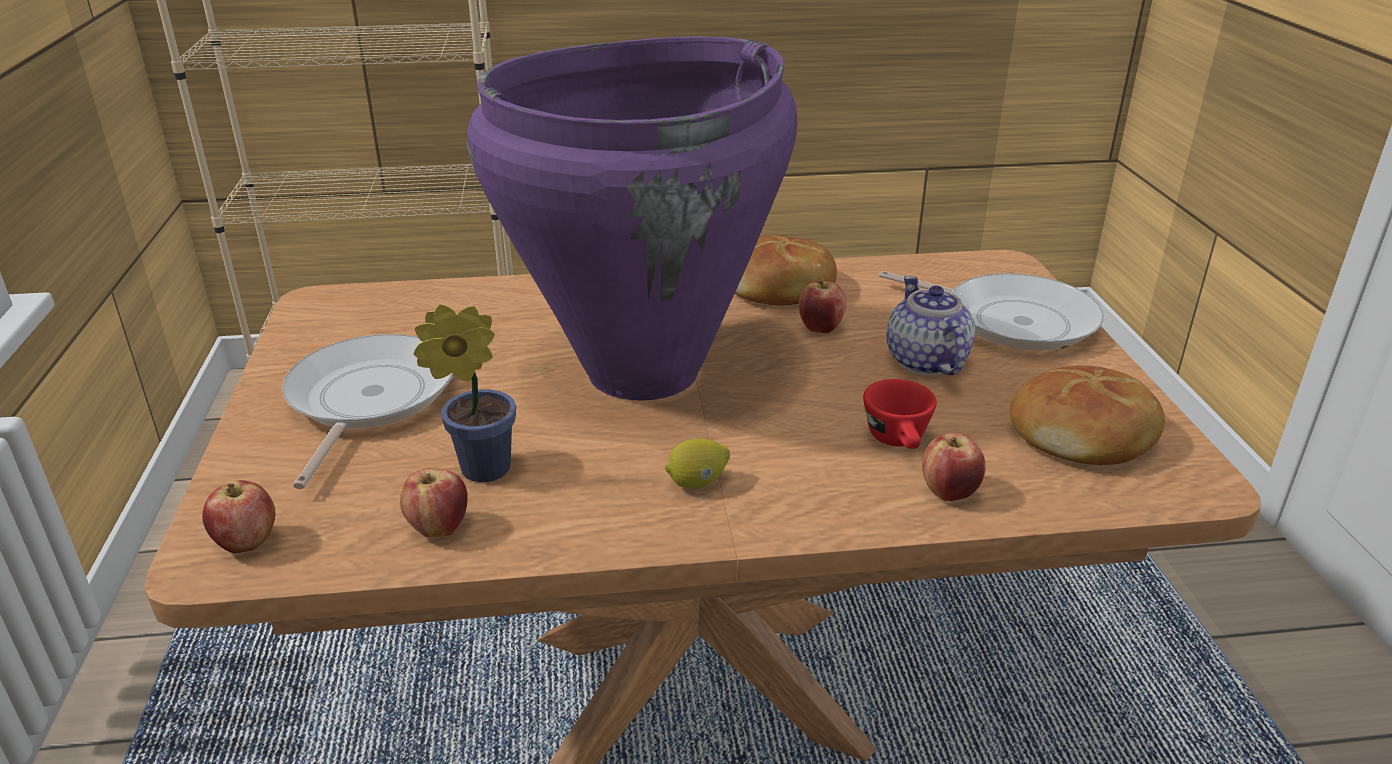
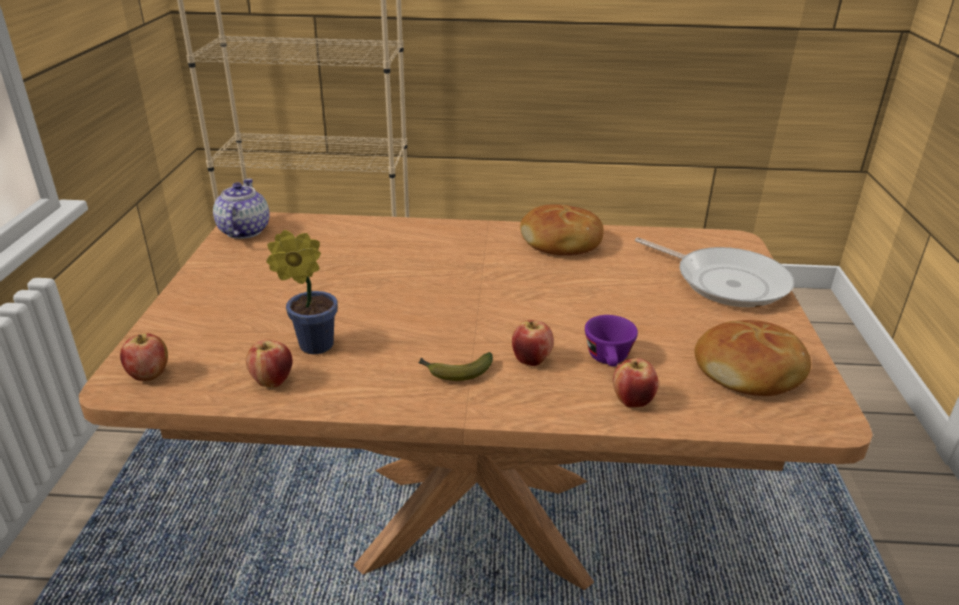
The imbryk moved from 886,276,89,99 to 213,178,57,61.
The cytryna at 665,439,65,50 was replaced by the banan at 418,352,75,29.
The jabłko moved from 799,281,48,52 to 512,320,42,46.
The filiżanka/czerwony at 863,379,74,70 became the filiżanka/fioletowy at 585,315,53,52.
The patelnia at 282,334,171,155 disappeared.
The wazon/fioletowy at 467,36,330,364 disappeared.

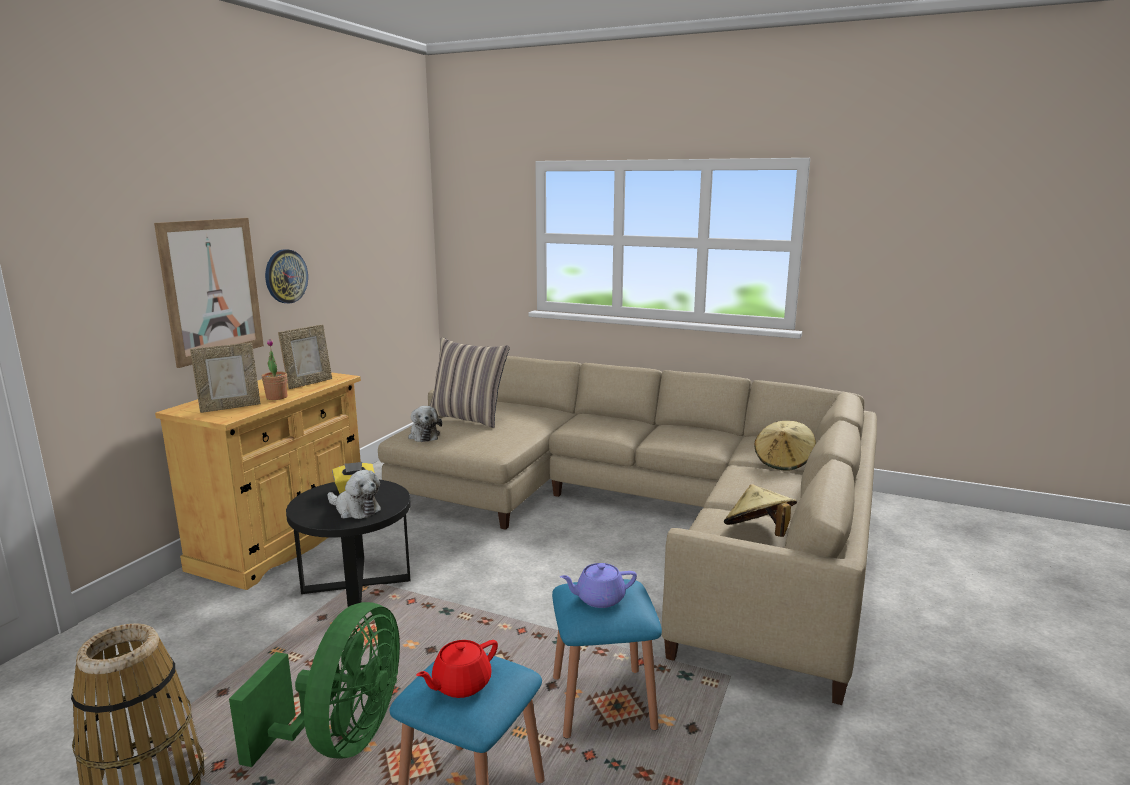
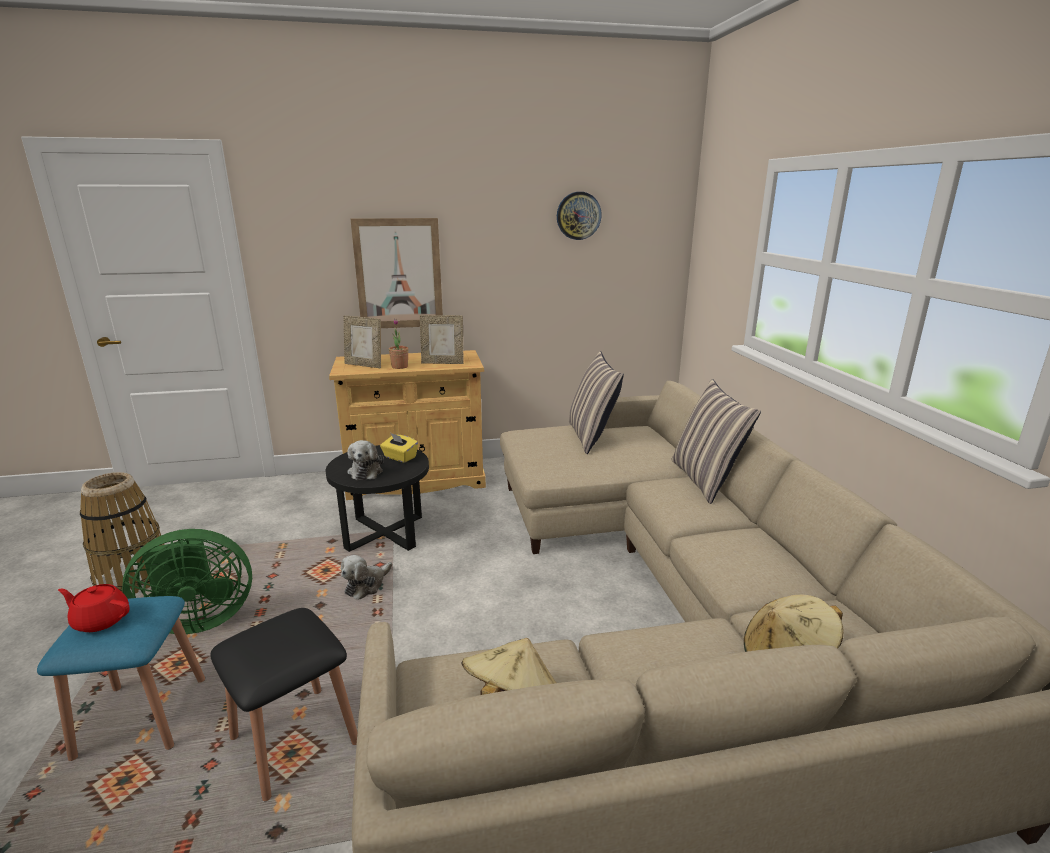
The stołek/niebieski at 552,579,110,160 became the stołek/czarny at 210,608,147,193.
The pluszak moved from 408,406,34,36 to 341,555,51,45.
The zegar ścienny moved from 265,249,43,55 to 557,192,45,48.
The poduszka at 671,379,90,125 appeared.
The imbryk/fioletowy at 560,563,77,45 disappeared.

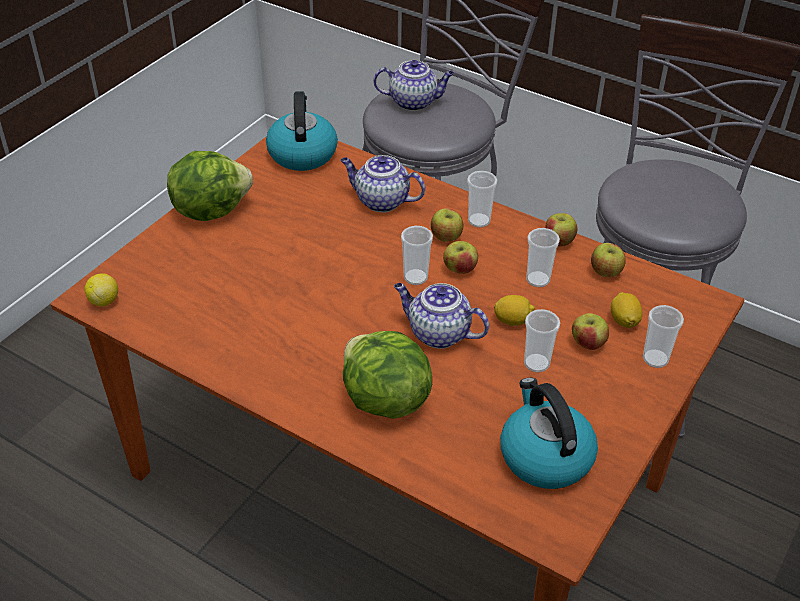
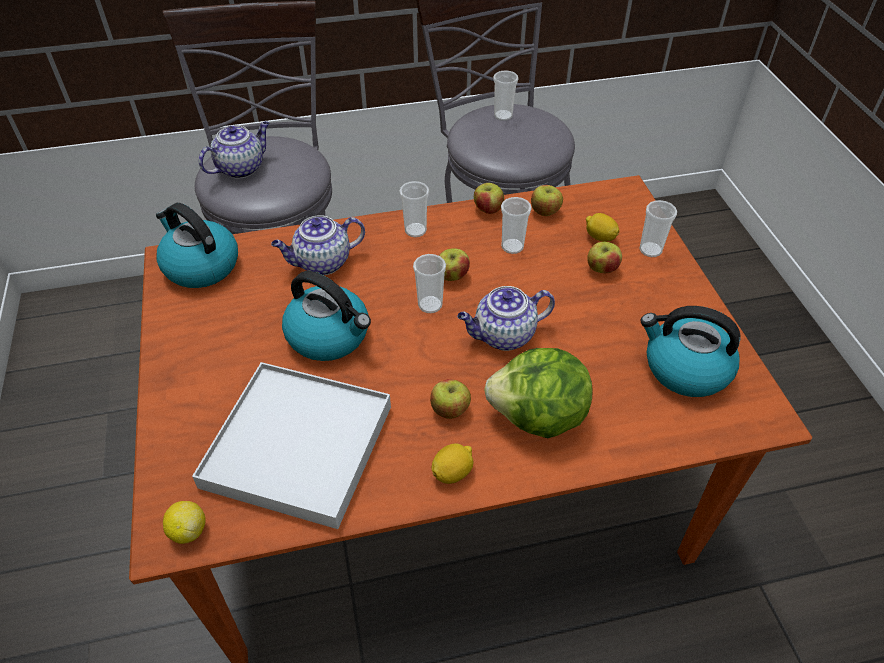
The taca/biały at 192,362,199,167 appeared.
The czajnik at 282,271,89,90 appeared.
The jabłko moved from 431,208,32,33 to 430,379,41,40.
The cytryna moved from 494,295,41,31 to 432,443,42,41.
The filiżanka moved from 524,309,36,64 to 493,70,26,51.
The sałata at 167,151,86,70 disappeared.

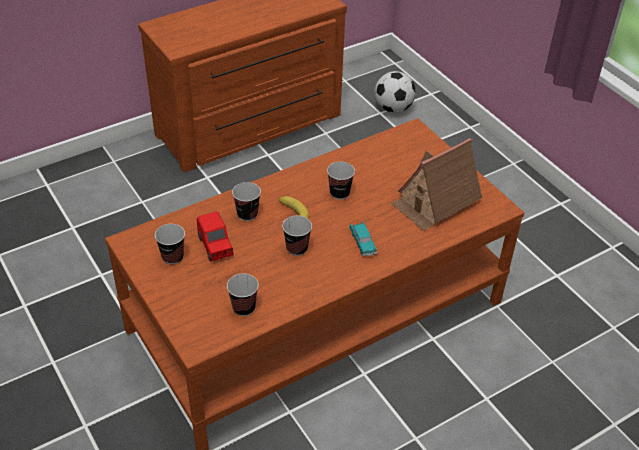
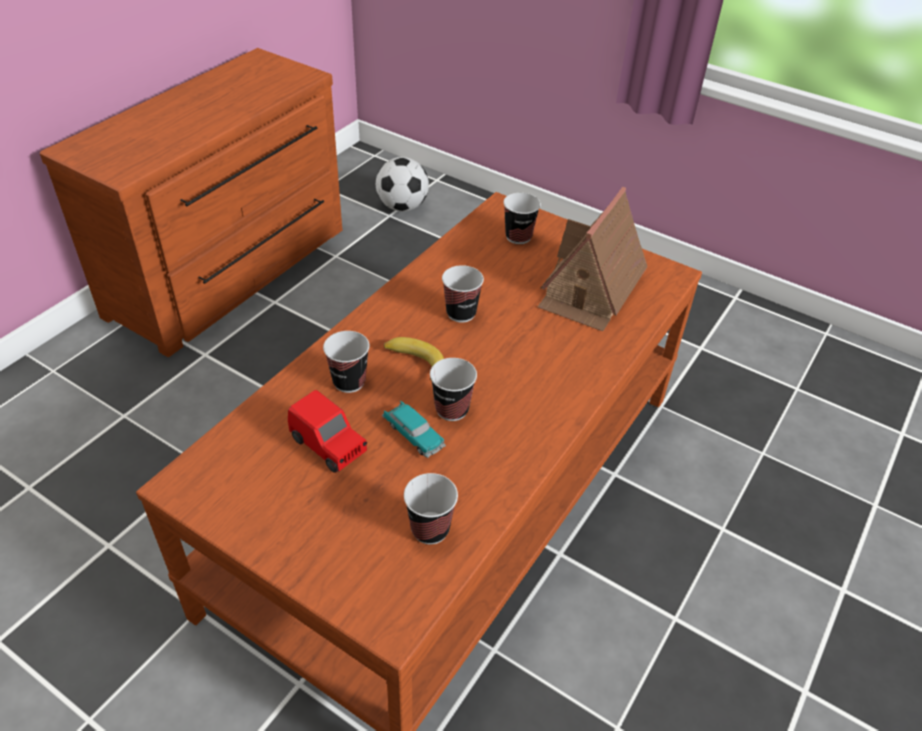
The samochodzik moved from 349,221,28,36 to 382,401,64,57.
The filiżanka moved from 155,224,30,41 to 503,193,38,51.

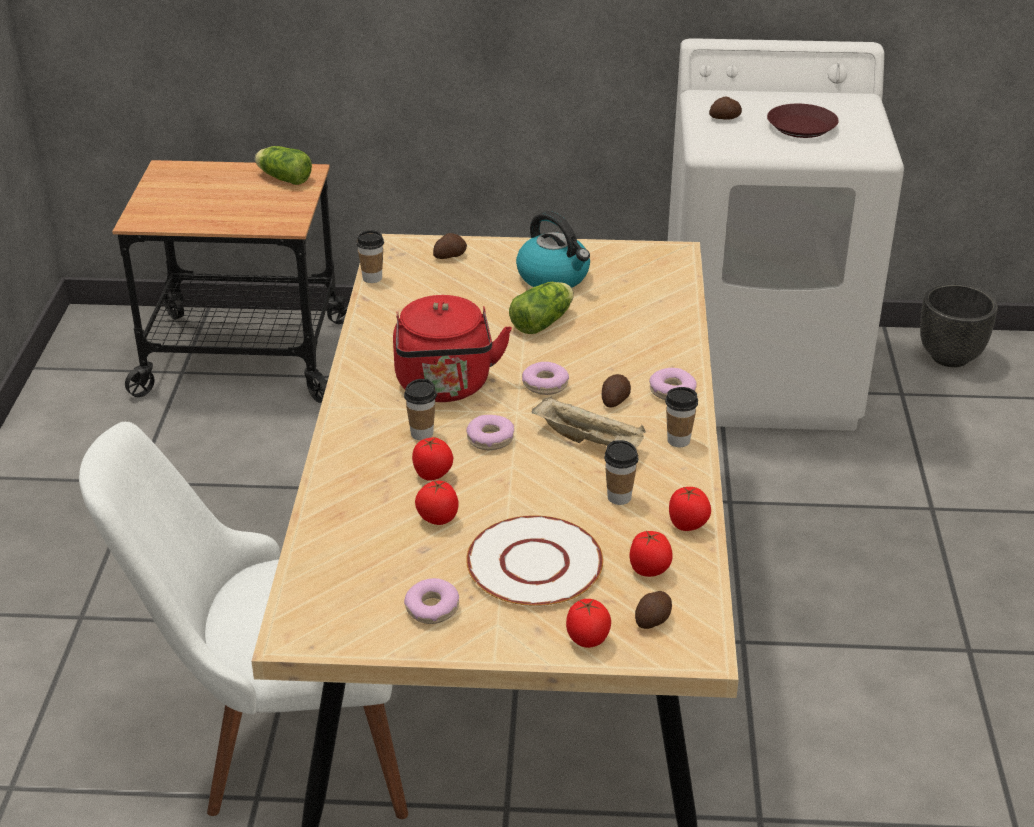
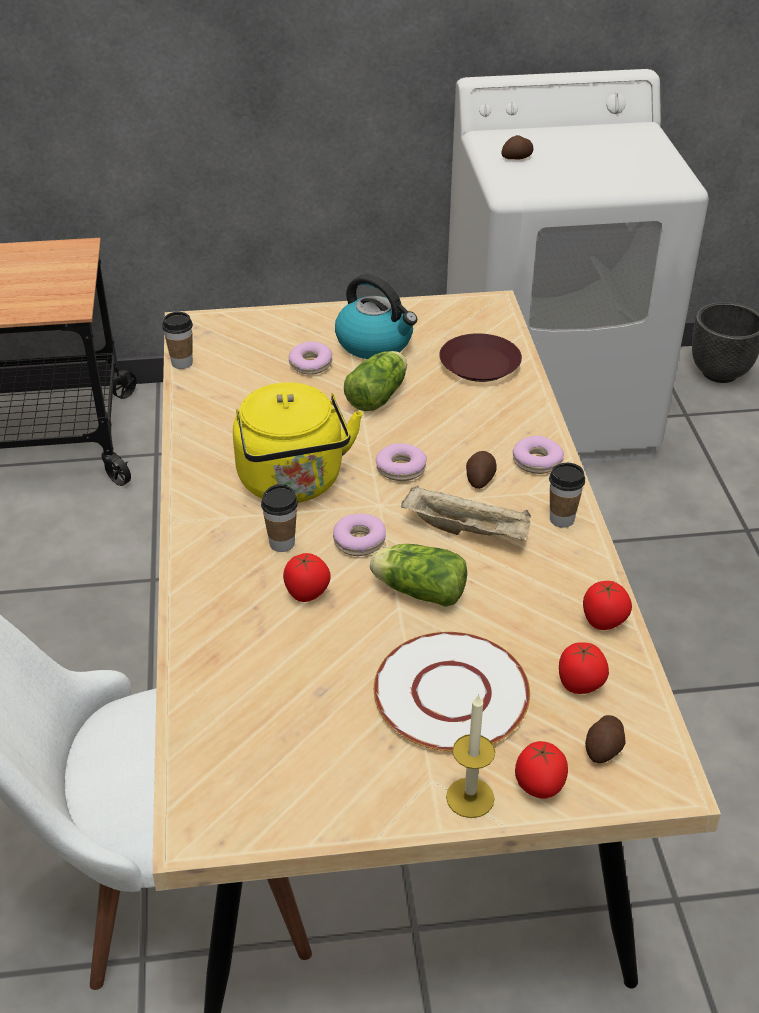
The czajnik/czerwony at 393,295,119,107 became the czajnik/żółty at 233,382,130,121.
The donut moved from 404,578,55,46 to 289,341,43,34.
The sałata moved from 255,146,57,39 to 370,544,97,63.
The talerz/brązowy moved from 767,104,72,34 to 439,333,83,49.
The świeca at 446,694,49,124 appeared.
The pomidor at 415,480,44,45 disappeared.
The ziemniak at 433,233,34,26 disappeared.
The filiżanka at 604,440,35,65 disappeared.

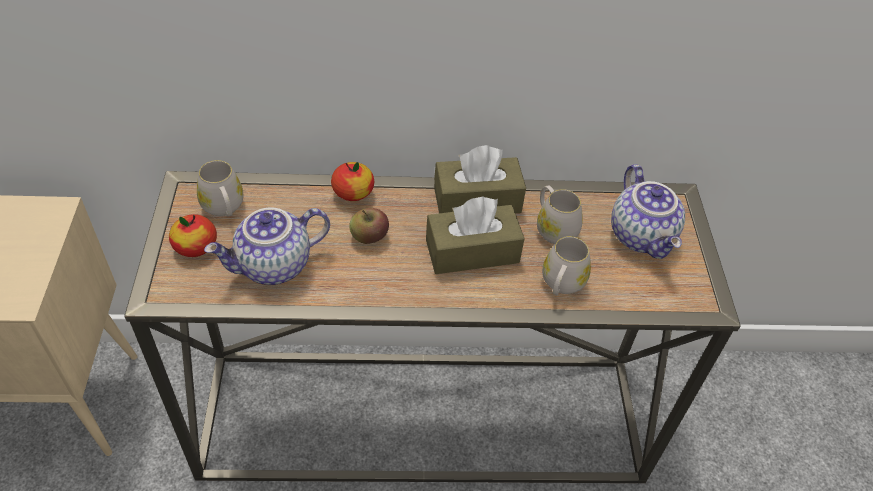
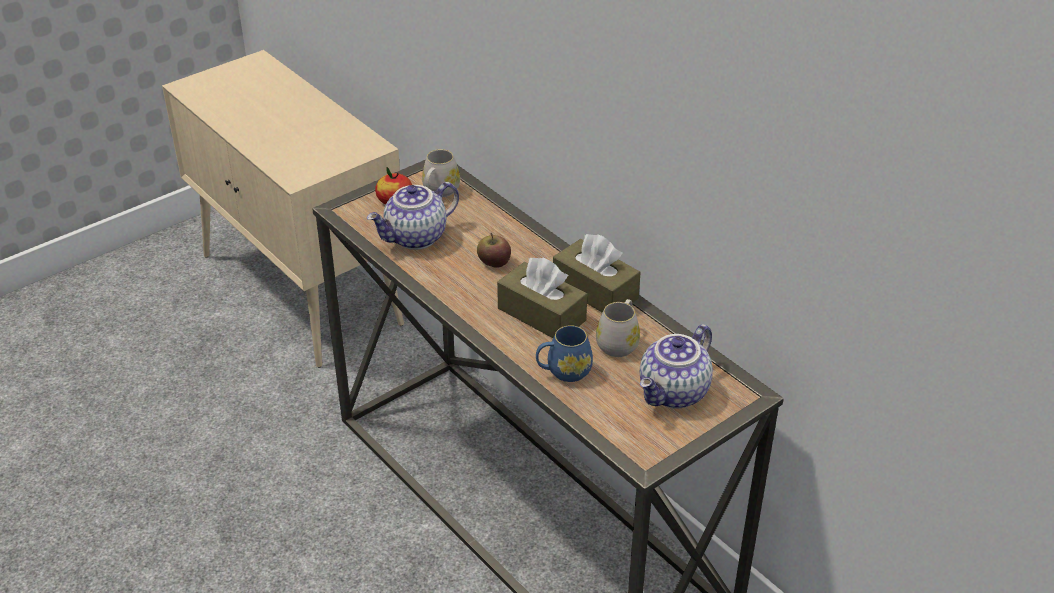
The imbryk at 204,207,126,78 turned 60 degrees counterclockwise.
The kubek/biały at 542,236,49,59 became the kubek/niebieski at 536,325,57,57.
The jabłko at 331,162,43,39 disappeared.

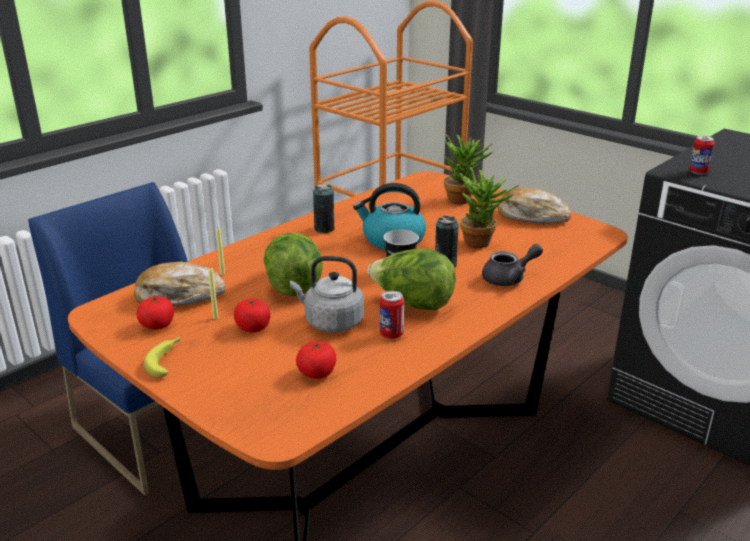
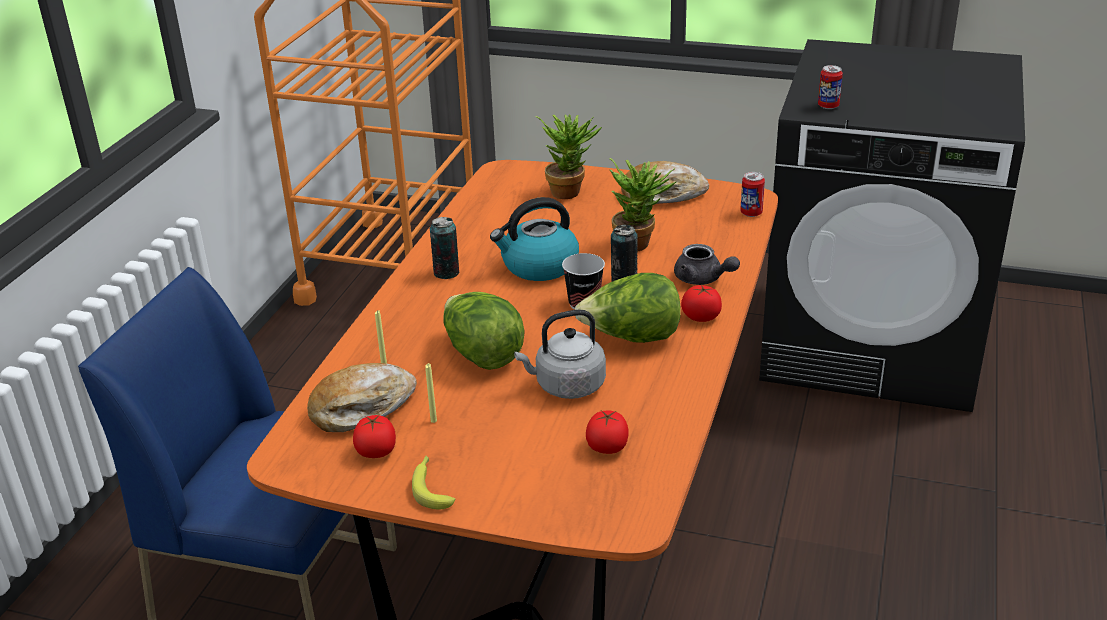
The imbryk/szary at 482,244,61,42 turned 90 degrees clockwise.
The pomidor moved from 234,298,36,35 to 681,285,41,37.
The puszka moved from 380,291,24,48 to 740,172,25,45.

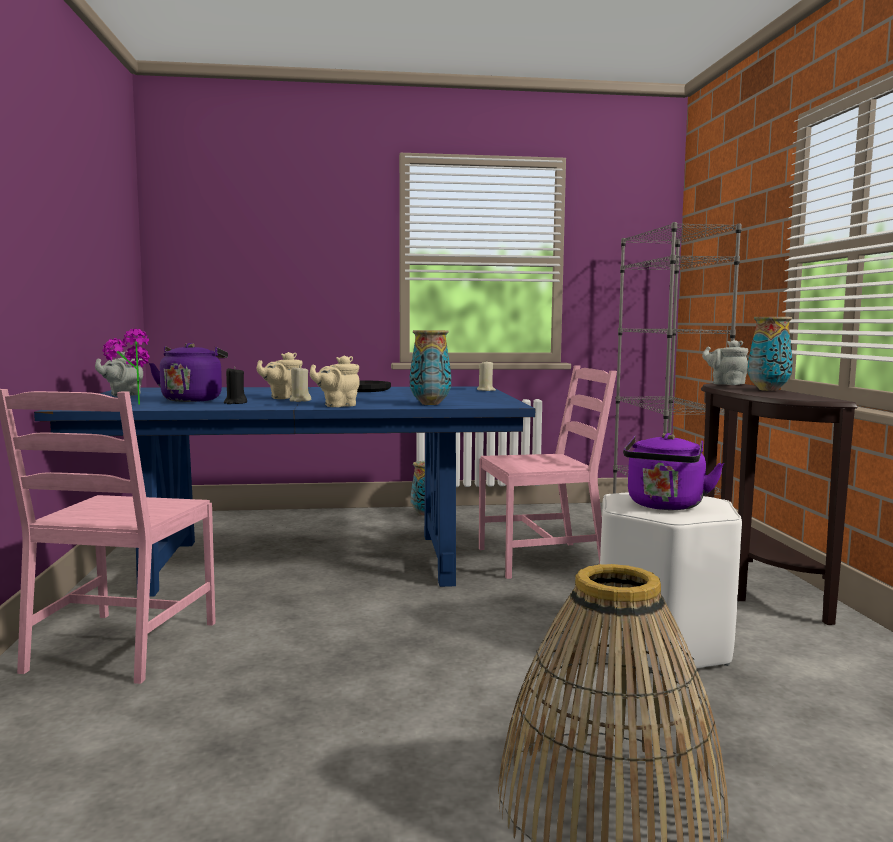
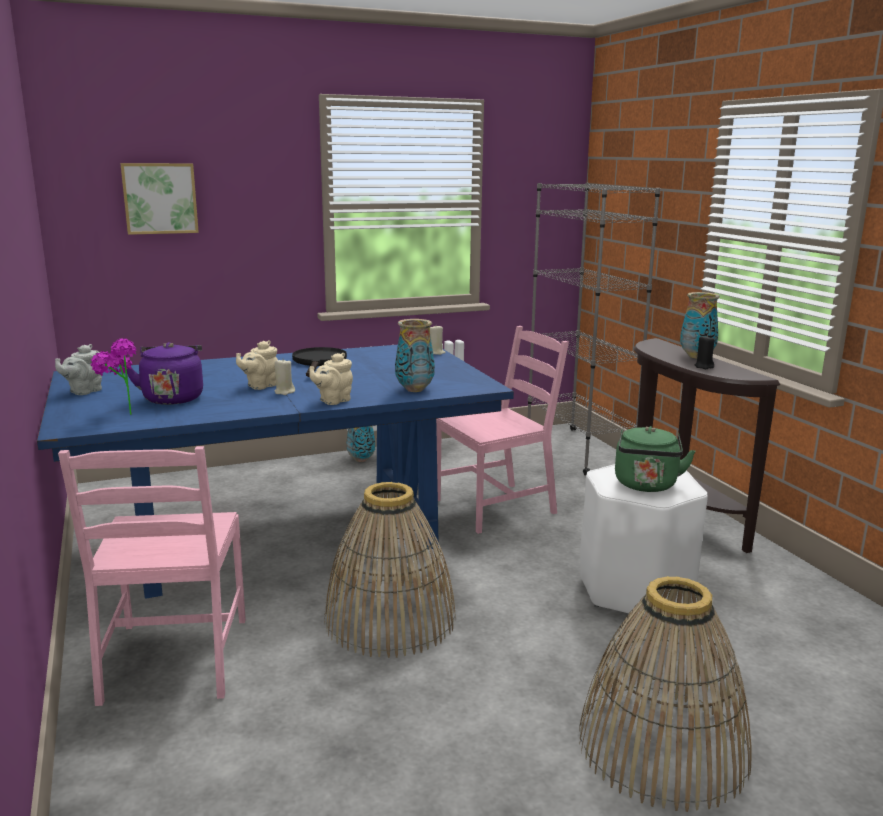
The obraz at 120,163,79,72 appeared.
The koszyk at 324,482,132,176 appeared.
The czajnik/fioletowy at 623,433,101,77 became the czajnik/zielony at 615,426,81,66.
The świeca/czarny moved from 224,366,23,38 to 694,335,20,34.
The imbryk/szary at 702,340,46,45 disappeared.

